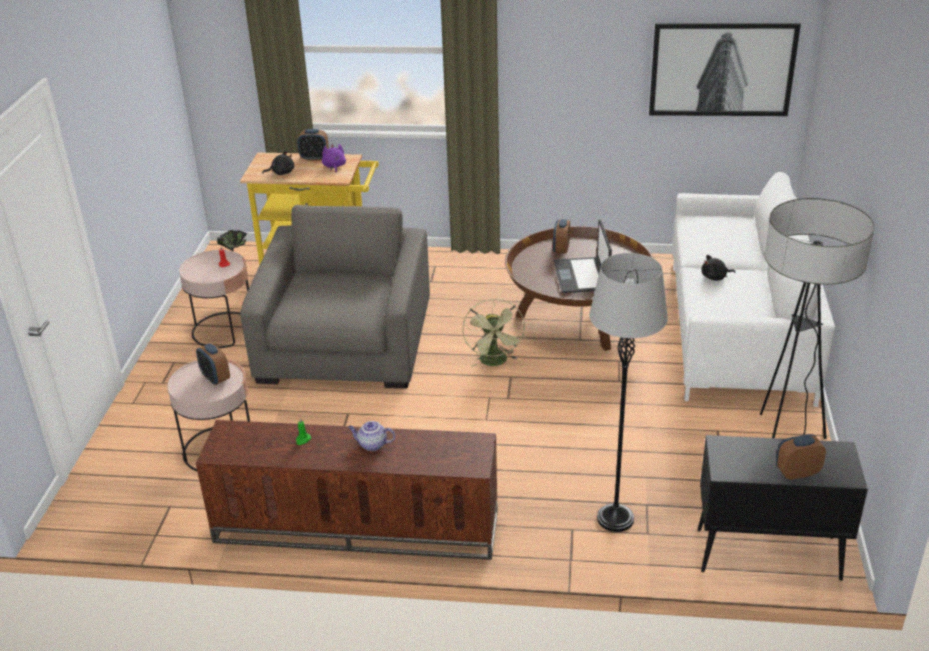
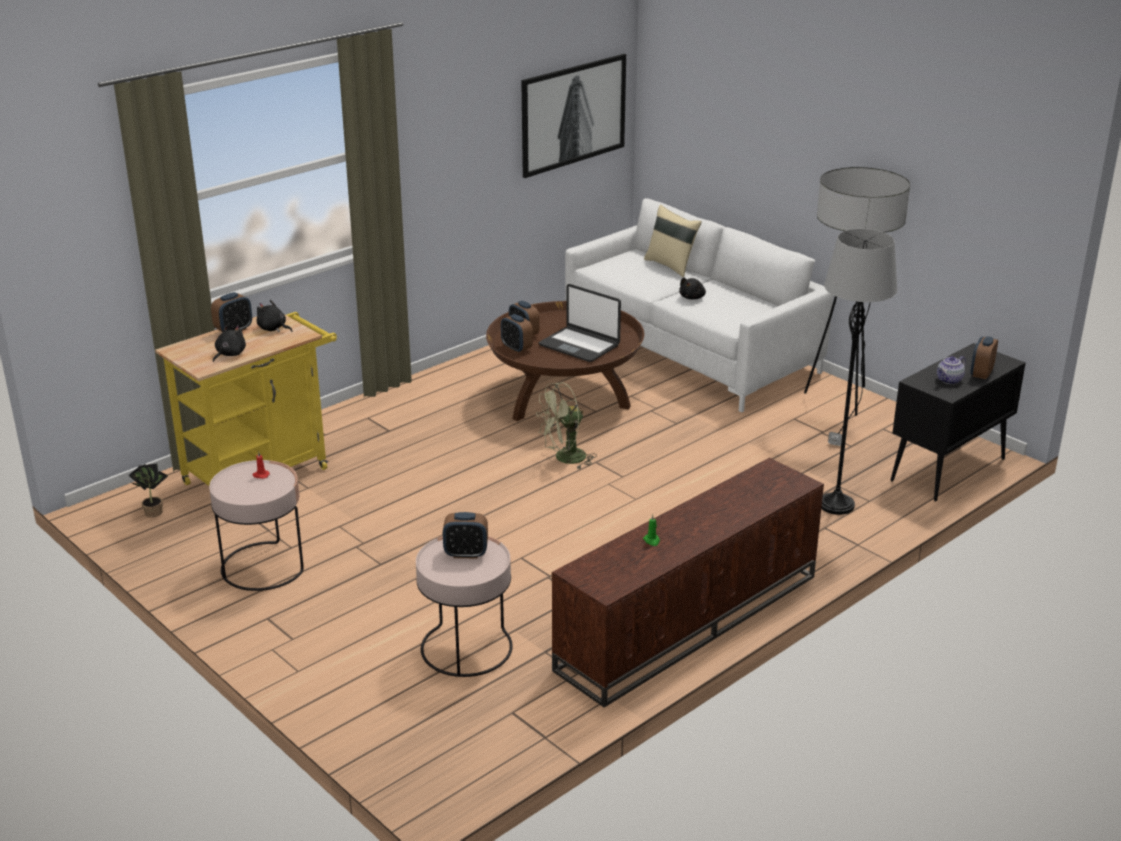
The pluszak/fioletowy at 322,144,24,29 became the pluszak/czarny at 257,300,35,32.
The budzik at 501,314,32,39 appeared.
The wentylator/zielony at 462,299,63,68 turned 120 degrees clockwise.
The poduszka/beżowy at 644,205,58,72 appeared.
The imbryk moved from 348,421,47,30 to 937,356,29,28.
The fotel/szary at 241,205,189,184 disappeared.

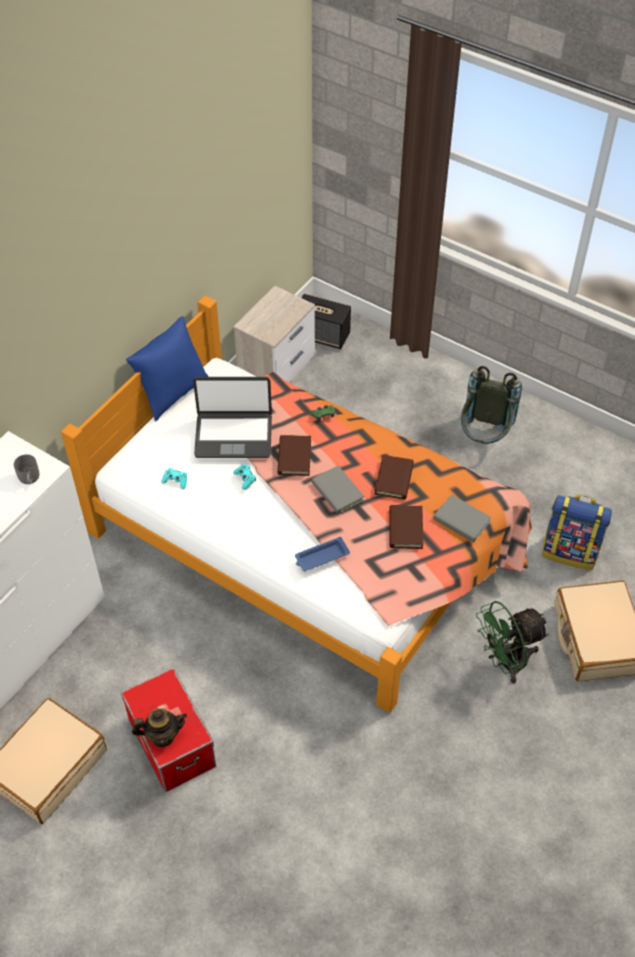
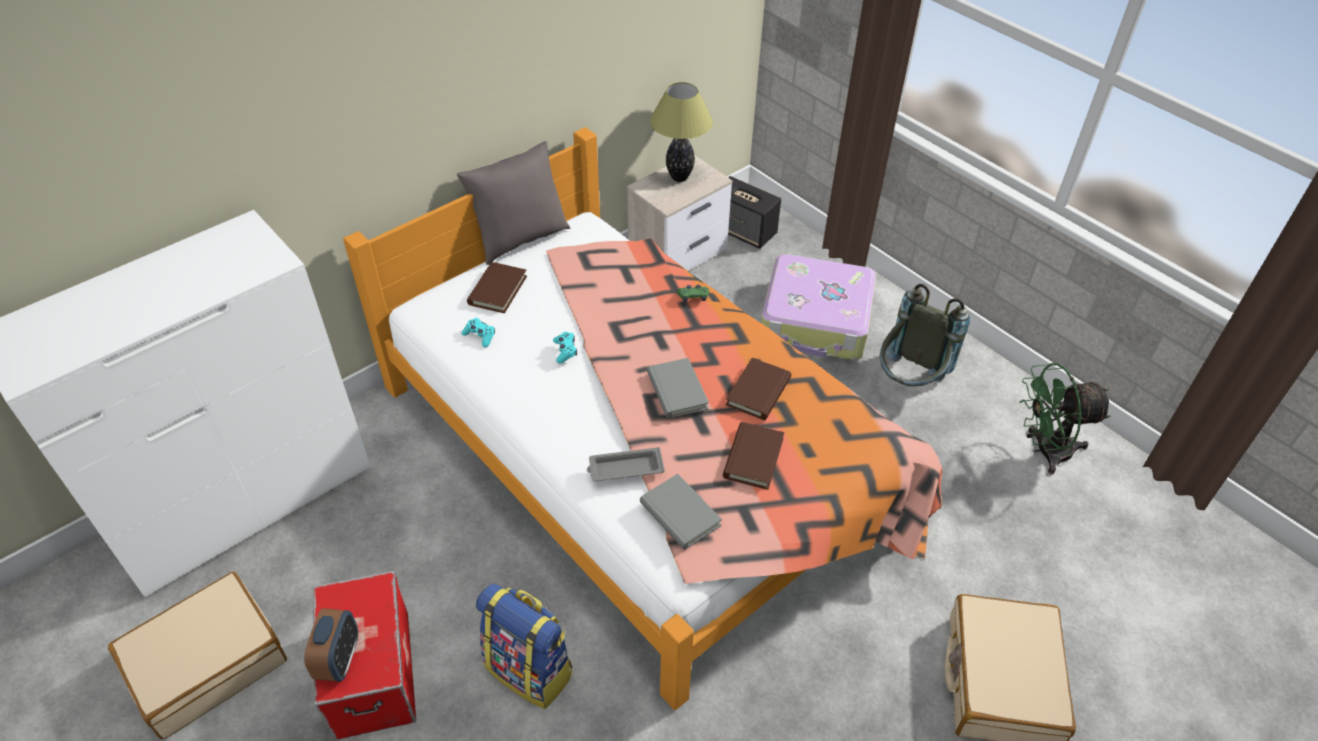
The imbryk at 132,708,55,39 was replaced by the budzik at 304,608,54,74.
The poduszka/niebieski at 126,316,82,105 became the poduszka/szary at 457,141,113,124.
The książka/brązowy moved from 277,435,34,41 to 467,262,60,51.
The plecak moved from 542,494,70,76 to 476,584,96,125.
The taca/niebieski at 295,537,55,34 became the taca/szary at 587,447,78,34.
The książka/szary moved from 433,495,59,47 to 640,474,82,76.
The lampa stołowa at 650,82,63,100 appeared.
The walizka at 761,254,115,106 appeared.
The wentylator/zielony moved from 476,601,73,82 to 1019,363,92,111.
The kubek/szary at 14,455,25,29 disappeared.
The laptop at 193,377,79,81 disappeared.

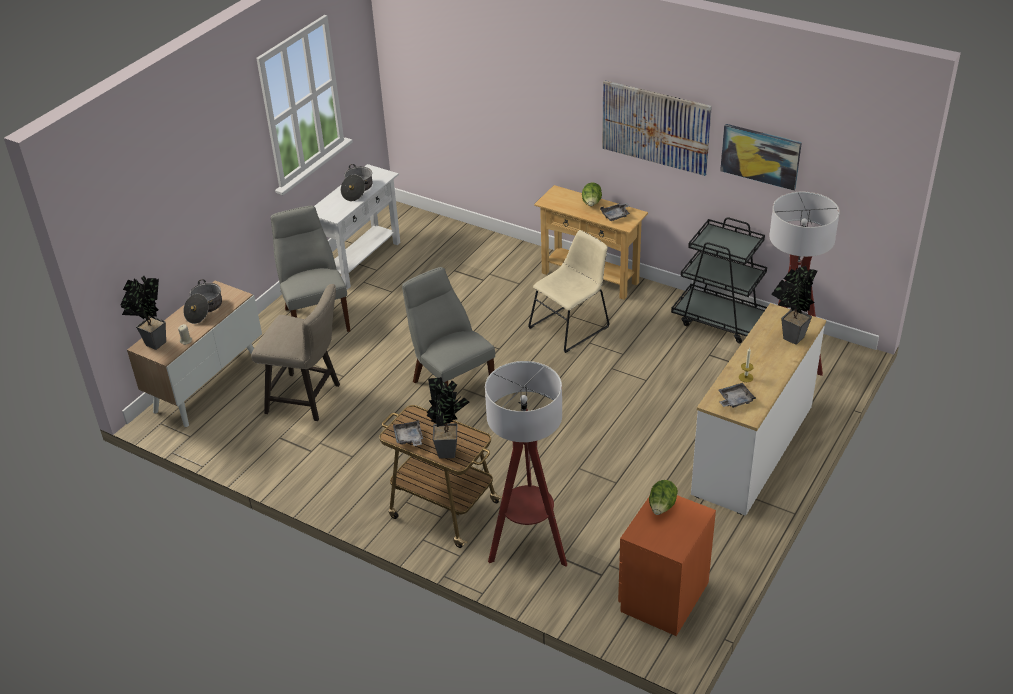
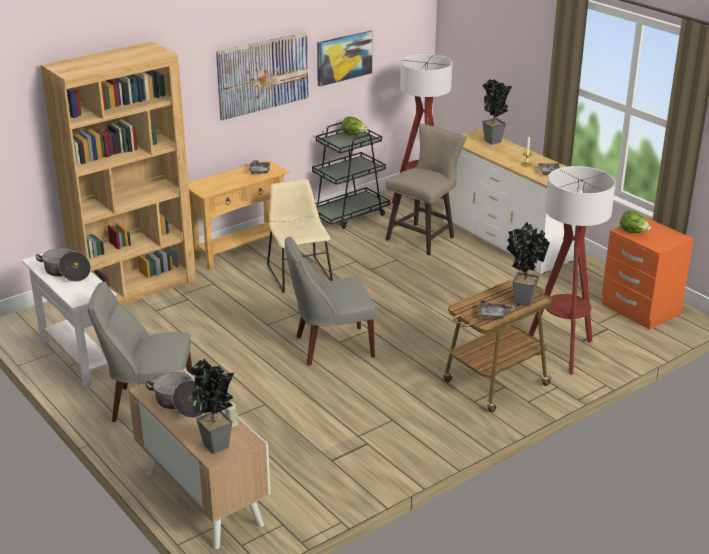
The regał/brązowy at 40,42,156,263 appeared.
The sałata moved from 582,182,20,24 to 342,117,26,18.
The stołek/beżowy moved from 251,284,89,137 to 385,123,82,133.

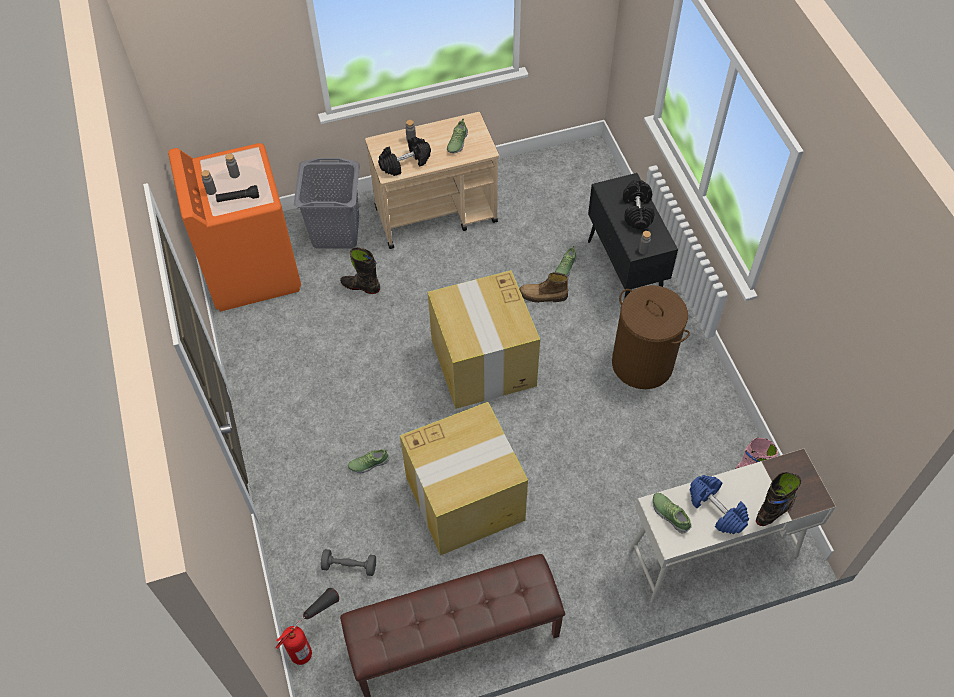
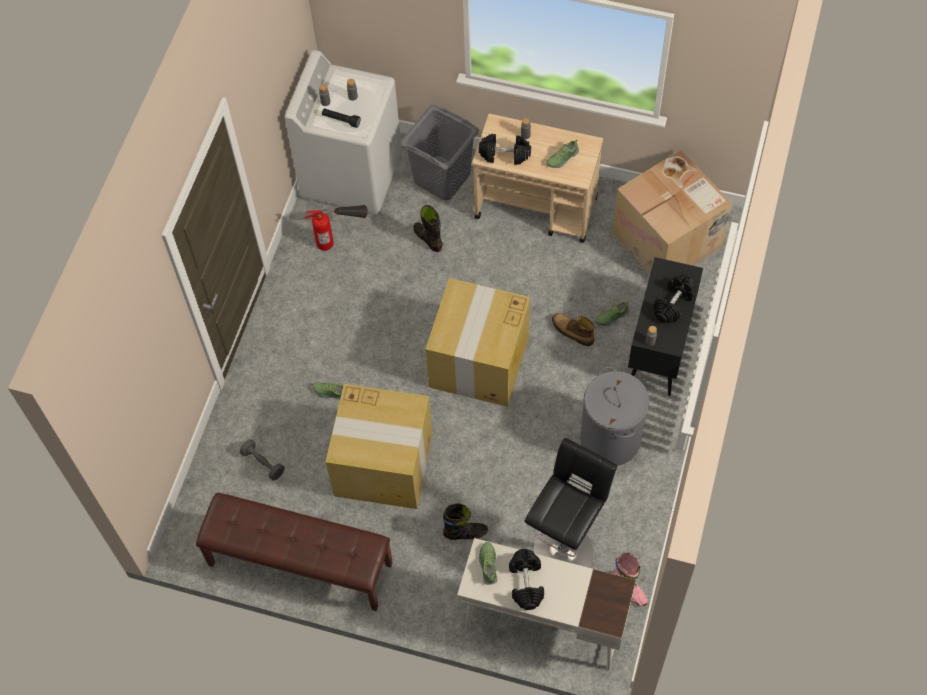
The pralka/pomarańczowy at 168,143,133,169 became the pralka/biały at 285,50,117,166.
The gaśnica moved from 276,588,63,77 to 304,205,64,46.
The but z cholewką/czarny moved from 756,472,45,54 to 443,503,45,37.
The hantel/niebieski at 690,475,59,59 became the hantel/czarny at 509,549,35,61.
The stołek/czarny at 525,438,92,129 appeared.
The kosz na pranie/brązowy at 612,285,78,104 became the kosz na pranie/szary at 580,366,69,100.
The karton at 612,150,120,124 appeared.

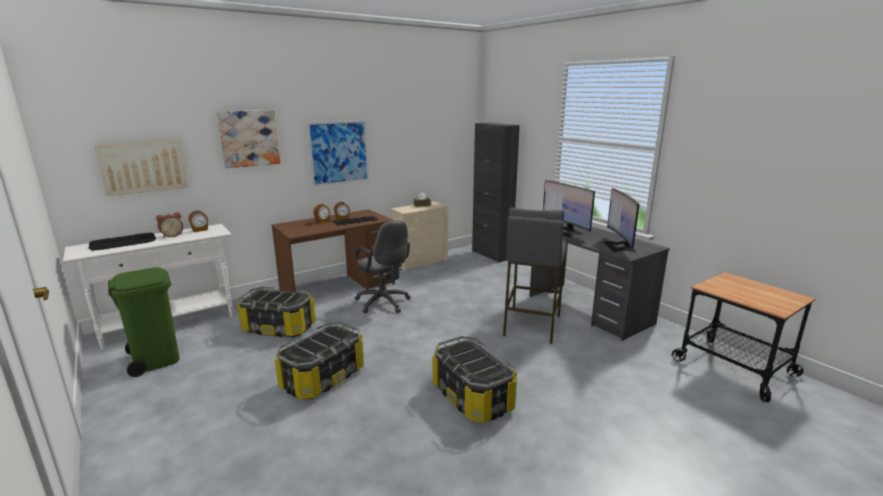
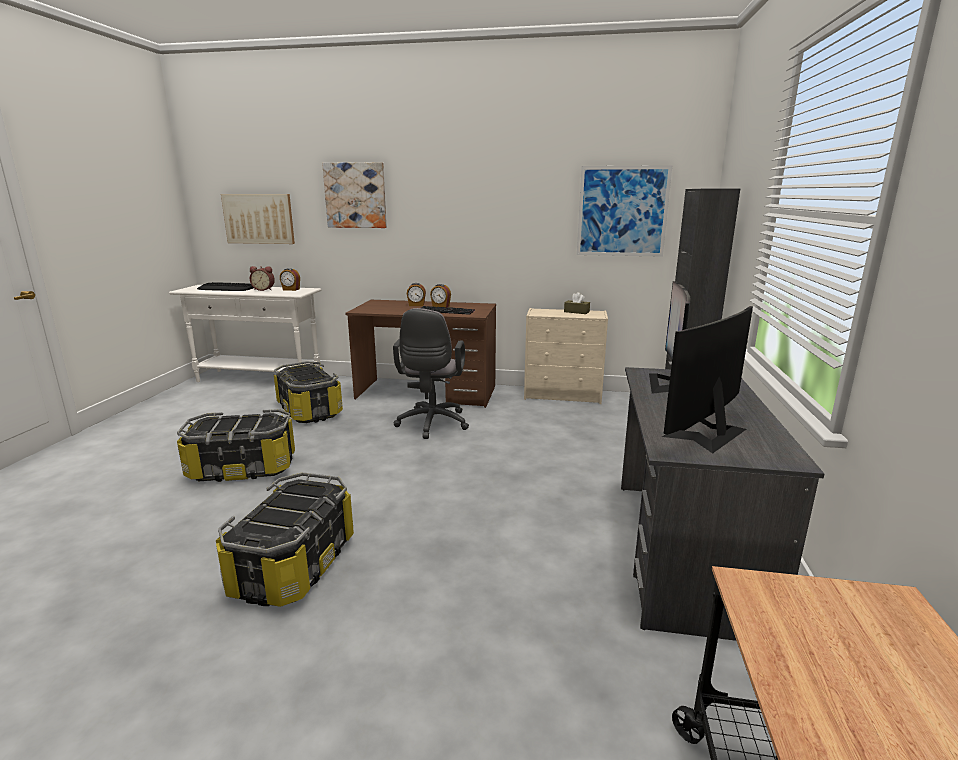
The obraz moved from 306,120,64,67 to 577,165,95,92.
The kosz na śmieci/zielony at 108,267,72,110 disappeared.
The stołek/szary at 503,208,65,136 disappeared.

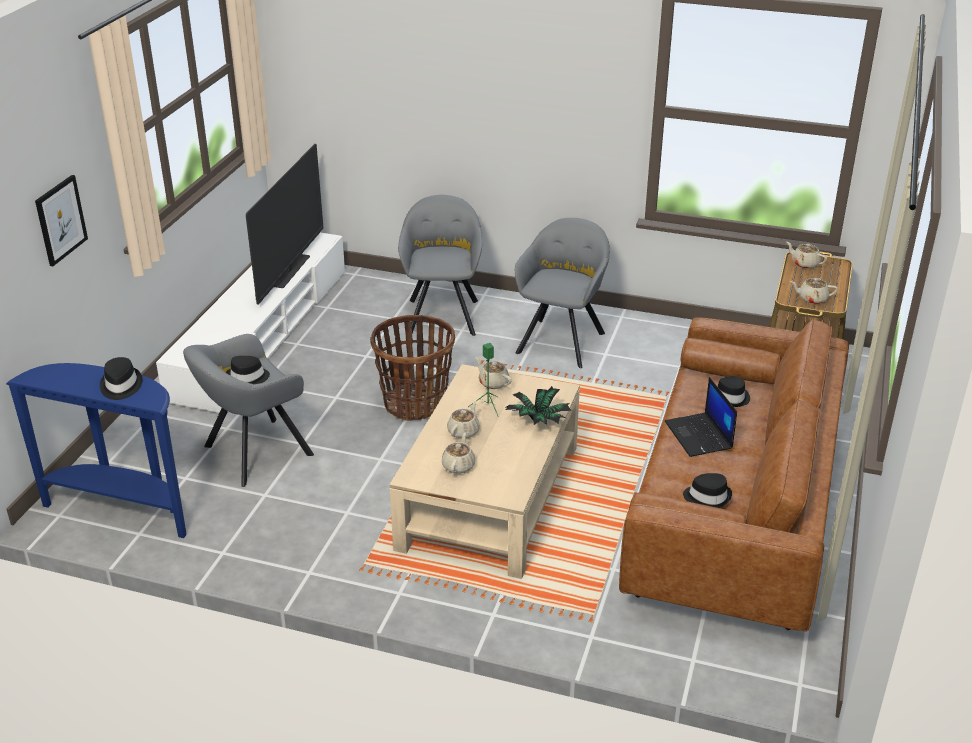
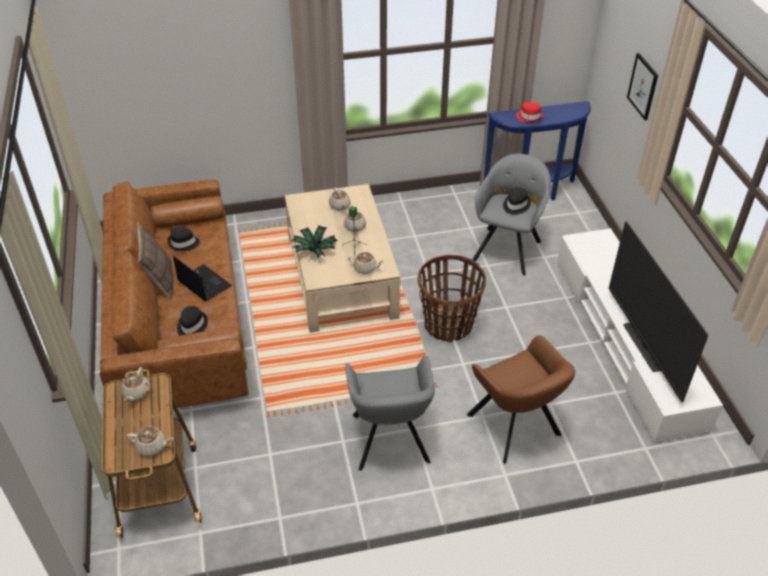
The imbryk/beżowy at 790,278,48,26 turned 120 degrees clockwise.
The poduszka at 137,222,36,77 appeared.
The fotel/szary at 398,195,84,141 became the fotel/brązowy at 467,335,108,129.
The kapelusz/czarny at 100,357,42,43 became the kapelusz/czerwony at 516,102,28,21.

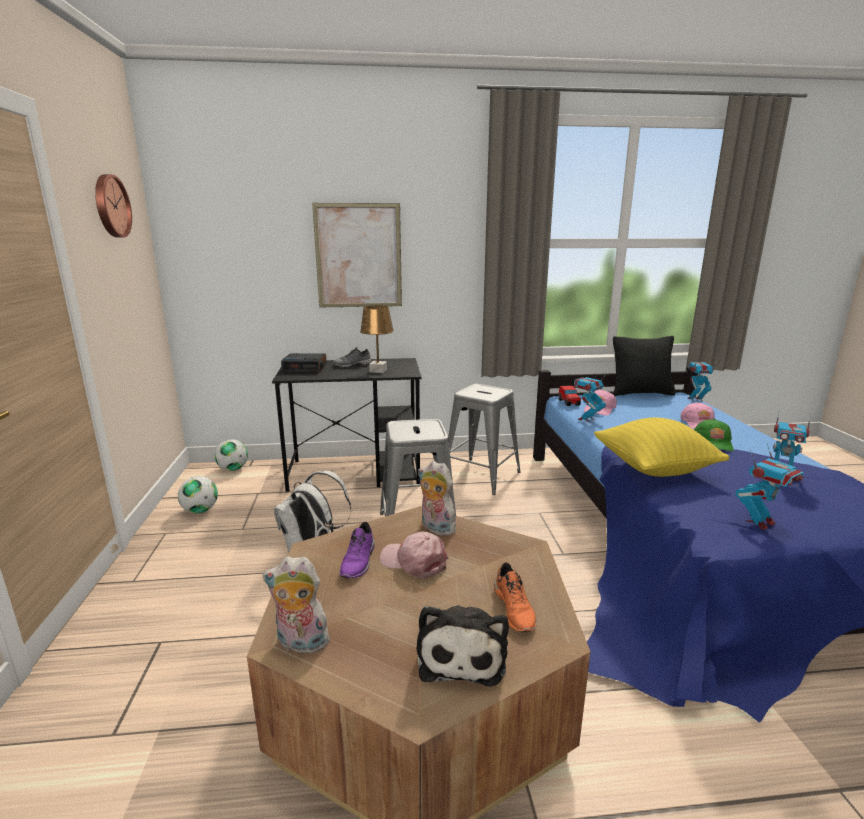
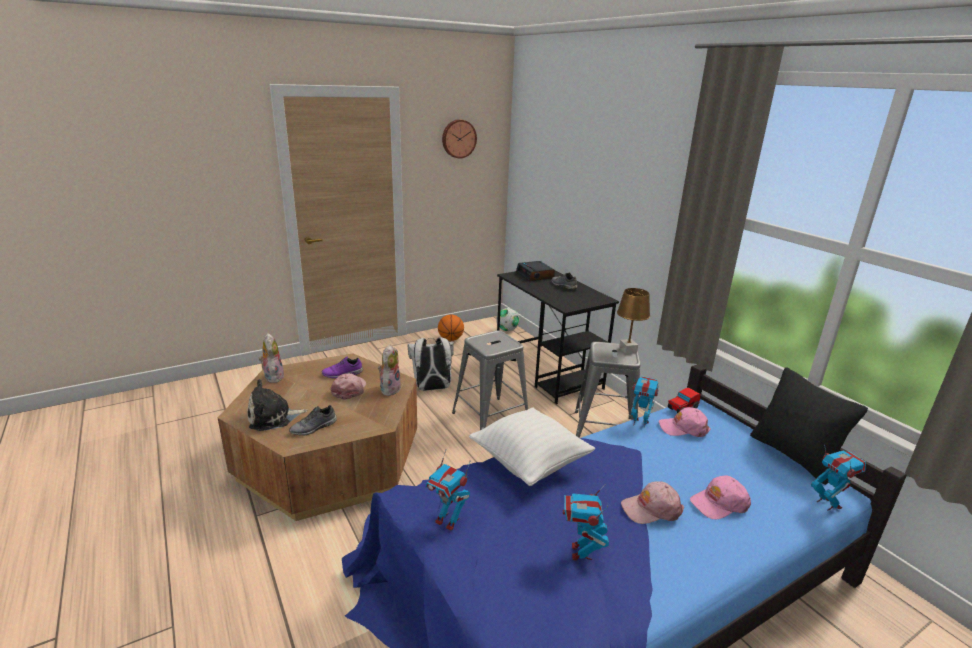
The but/pomarańczowy at 494,562,42,70 became the but/szary at 289,405,48,31.
The piłka futbolowa at 178,476,40,37 was replaced by the piłka do koszykówki at 438,315,26,26.
The poduszka/żółty at 594,418,135,59 became the poduszka/biały at 469,408,126,78.
The lampa stołowa/brązowy moved from 360,305,34,68 to 617,288,33,65.
The czapka z daszkiem/zielony at 694,419,39,32 became the czapka z daszkiem/różowy at 621,482,63,42.
The obraz at 312,203,90,104 disappeared.

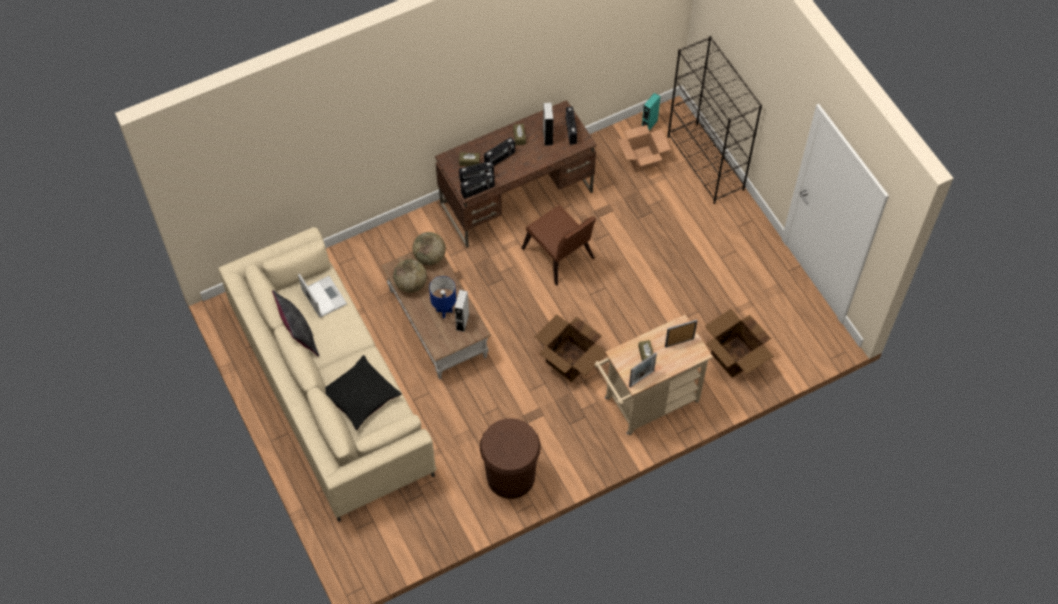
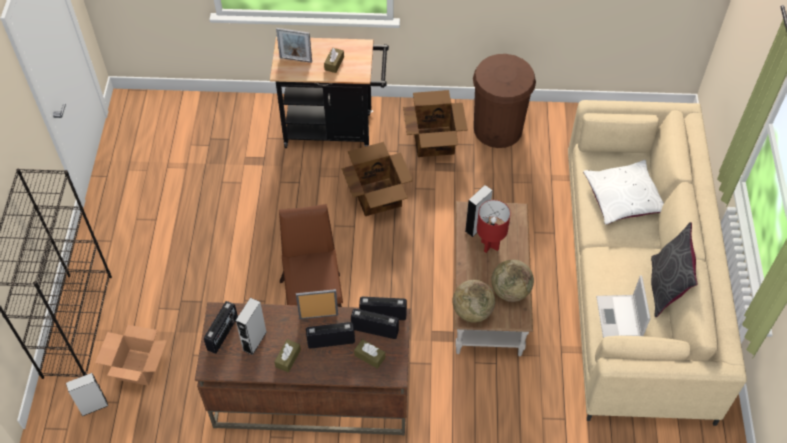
The głośnik/turkusowy at 642,93,19,38 became the głośnik/szary at 66,373,42,43.
The wózek/beżowy at 595,315,118,120 became the wózek/czarny at 270,37,119,111.
The ramka na zdjęcie moved from 629,352,28,35 to 296,289,42,30.
The karton moved from 704,309,70,69 to 403,90,65,67.
The lampa stołowa/niebieski at 429,276,27,42 became the lampa stołowa/czerwony at 477,200,34,53.
The poduszka/czarny at 325,355,77,75 became the poduszka/biały at 583,160,81,65.

